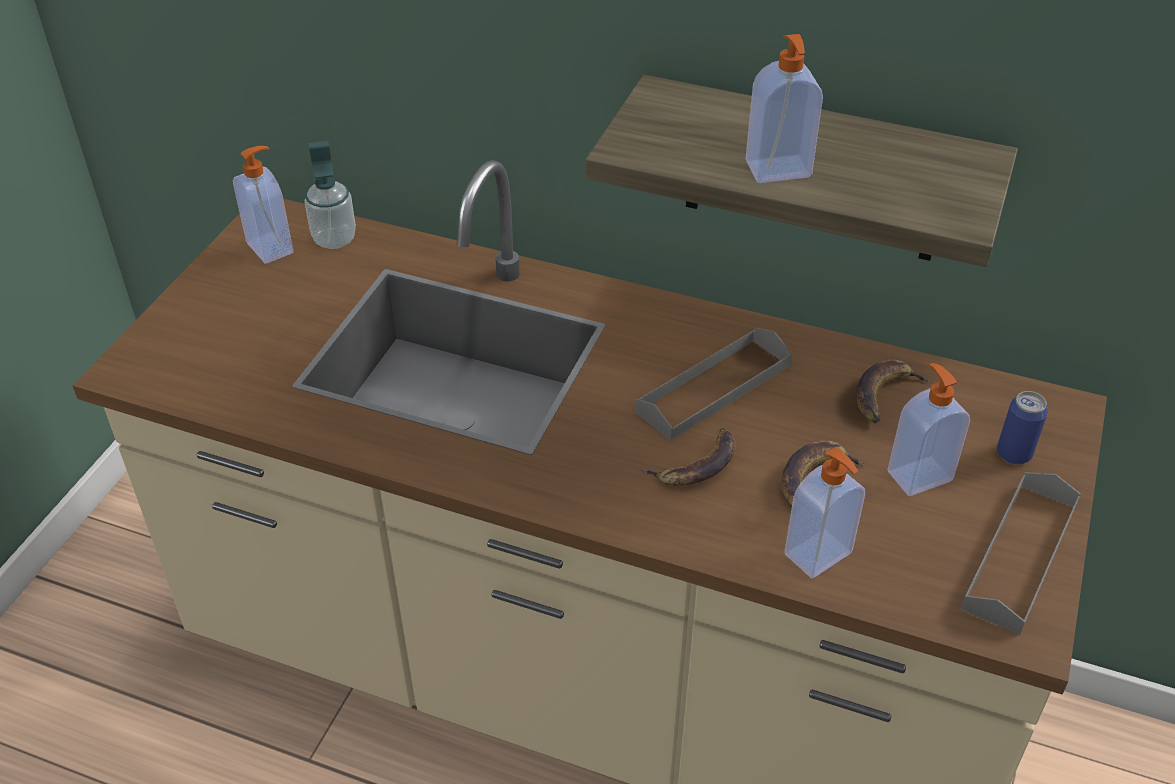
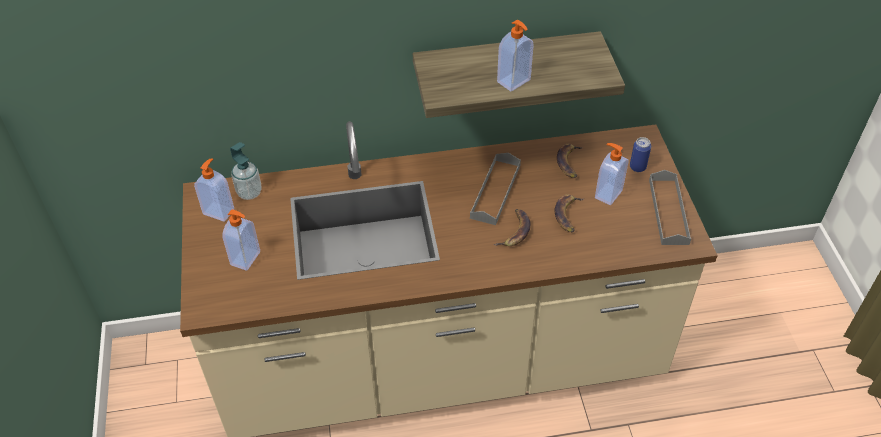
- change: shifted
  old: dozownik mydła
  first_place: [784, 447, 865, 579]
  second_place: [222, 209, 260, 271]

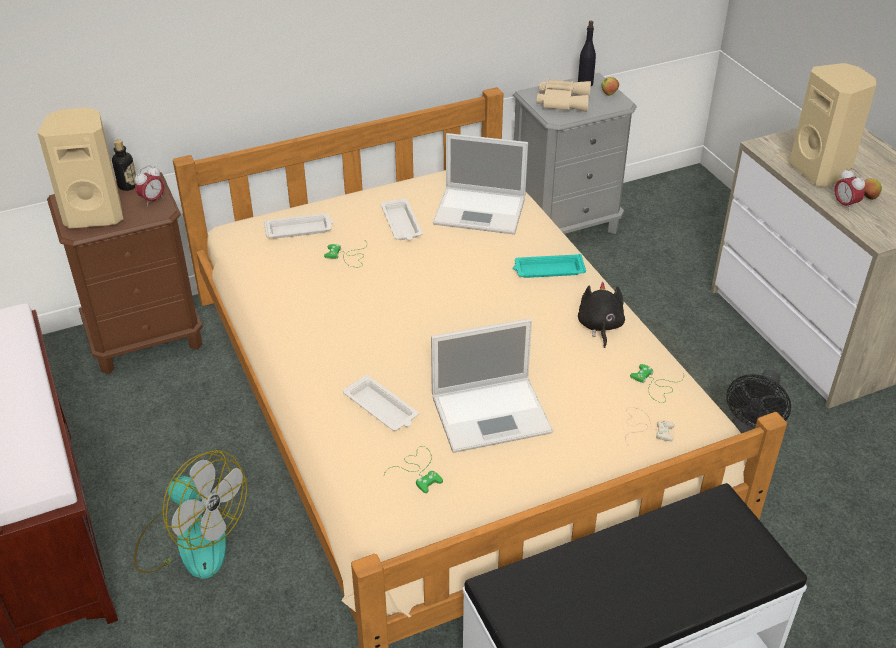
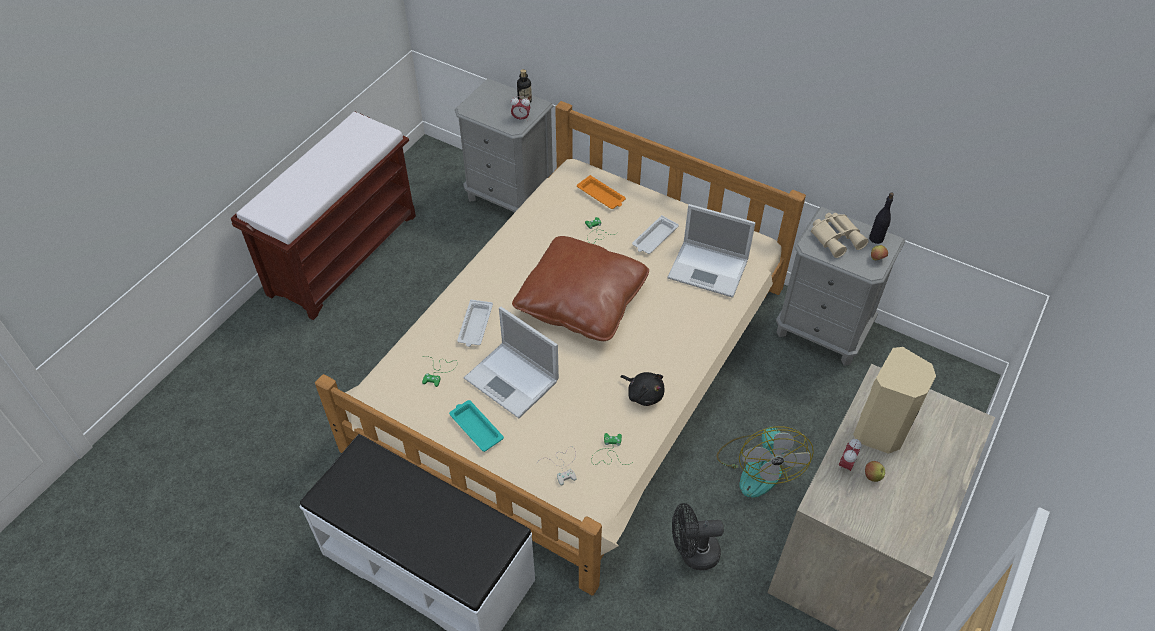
- change: shifted
  old: taca [turkusowy]
  first_place: [513, 254, 586, 278]
  second_place: [449, 400, 504, 452]
- change: repainted
  old: szafka nocna [brązowy]
  new: szafka nocna [szary]
  first_place: [47, 172, 203, 374]
  second_place: [455, 78, 553, 212]
- change: new
  new: poduszka [brązowy]
  second_place: [512, 236, 649, 341]
- change: repainted
  old: taca [biały]
  new: taca [pomarańczowy]
  first_place: [264, 213, 334, 239]
  second_place: [577, 175, 626, 209]
- change: rotated
  old: pluszak [czarny]
  first_place: [578, 282, 625, 348]
  second_place: [620, 372, 665, 406]
  degrees: 75
- change: rotated
  old: laptop
  first_place: [433, 133, 528, 235]
  second_place: [668, 204, 756, 298]
  degrees: -45
- change: shifted
  old: wentylator
  first_place: [134, 450, 247, 579]
  second_place: [716, 427, 814, 498]
- change: gone
  old: głośnik [beżowy]
  first_place: [38, 108, 123, 229]

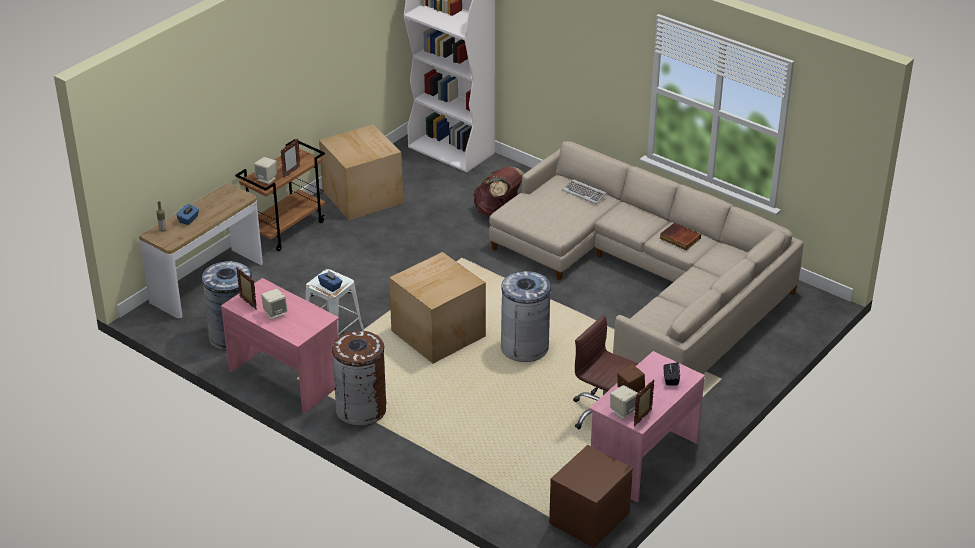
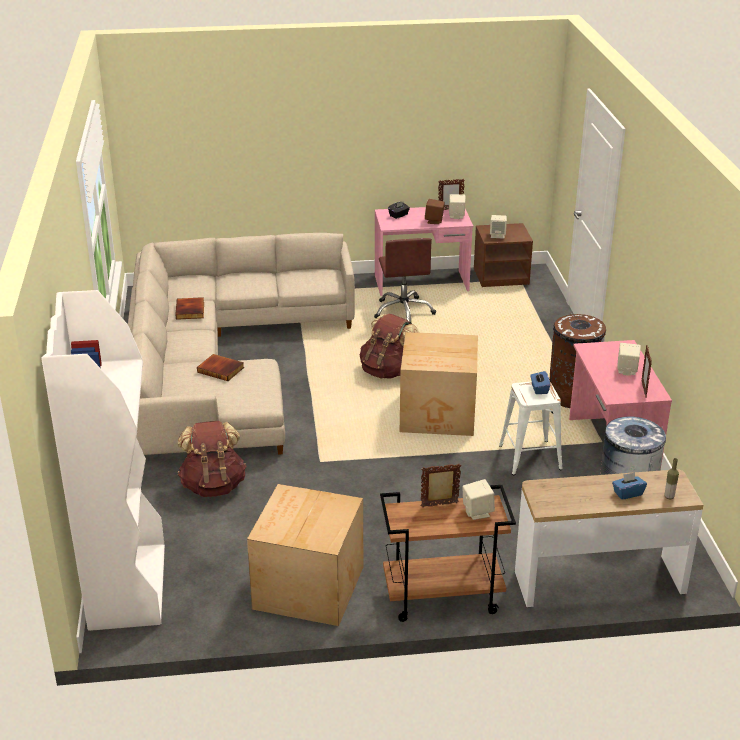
- change: new
  new: książka
  second_place: [197, 354, 244, 381]
- change: swapped
  old: kosz na śmieci [szary]
  new: plecak [brązowy]
  first_place: [501, 271, 551, 362]
  second_place: [360, 314, 419, 379]
- change: new
  new: głośnik [beżowy]
  second_place: [490, 215, 507, 239]
- change: gone
  old: klawiatura
  first_place: [562, 179, 607, 204]

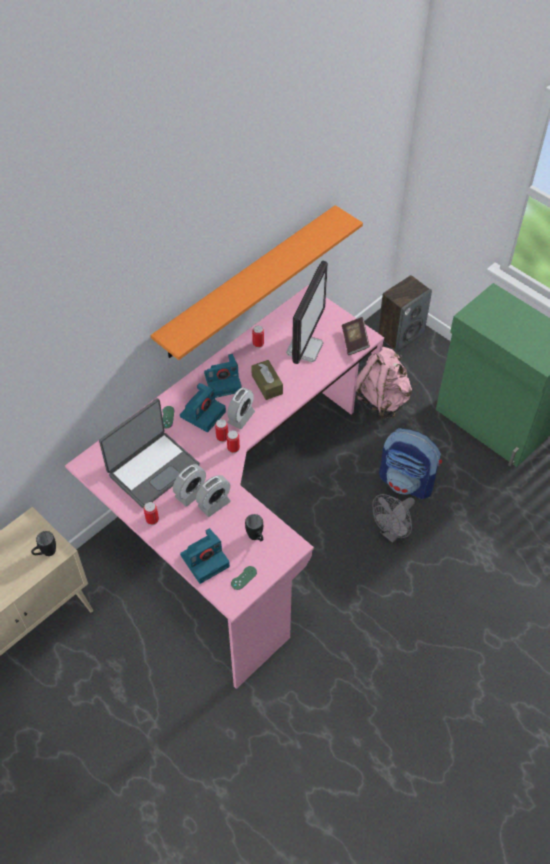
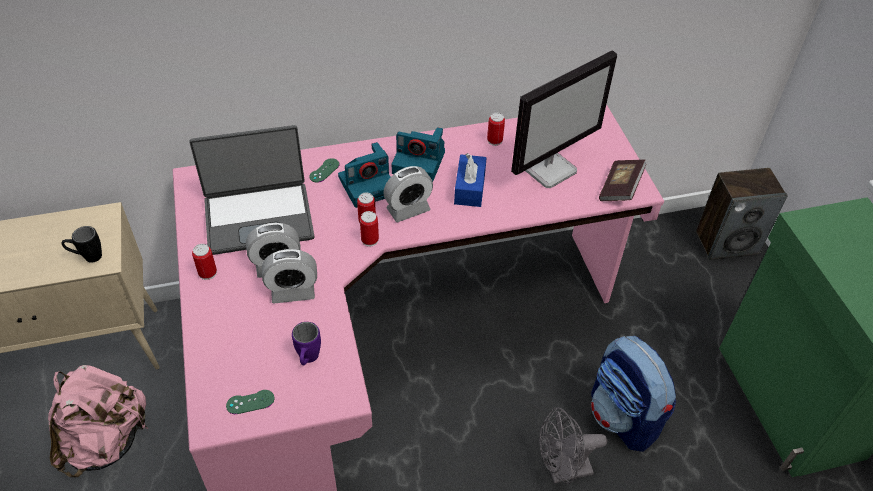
- change: shifted
  old: plecak [różowy]
  first_place: [356, 347, 412, 419]
  second_place: [48, 365, 148, 477]
- change: repainted
  old: kubek [czarny]
  new: kubek [fioletowy]
  first_place: [245, 514, 263, 541]
  second_place: [292, 322, 321, 365]
- change: repainted
  old: pudełko chusteczek [brązowy]
  new: pudełko chusteczek [niebieski]
  first_place: [251, 360, 283, 400]
  second_place: [454, 153, 487, 207]
- change: gone
  old: półka [pomarańczowy]
  first_place: [151, 205, 363, 360]
- change: gone
  old: aparat fotograficzny
  first_place: [180, 528, 230, 584]

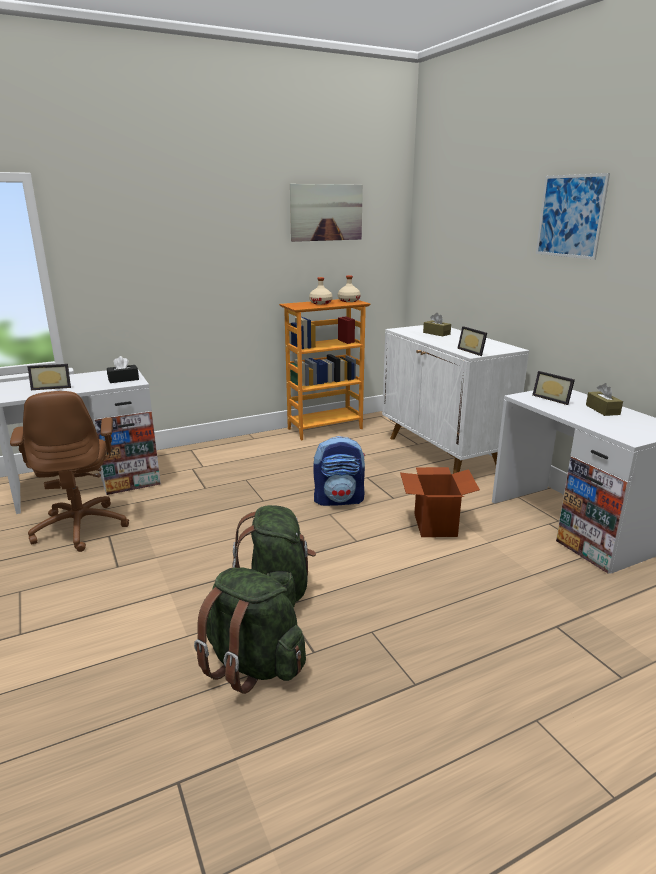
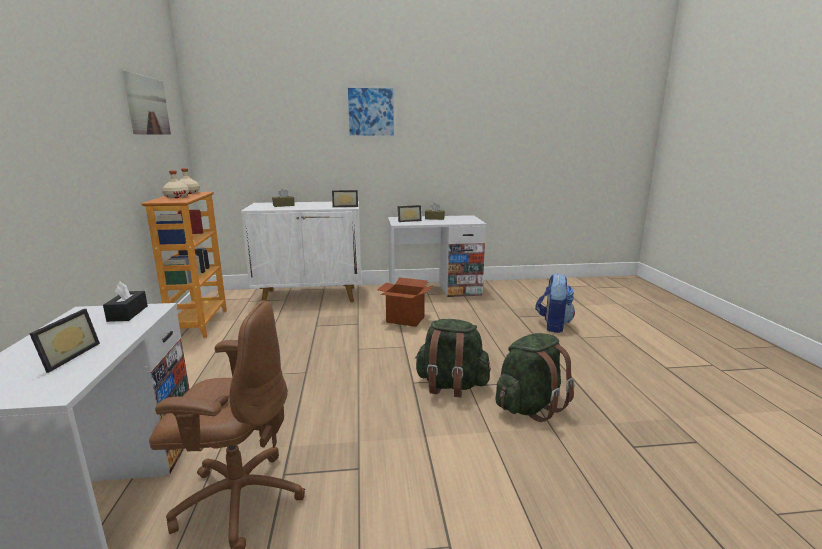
- change: shifted
  old: plecak
  first_place: [314, 436, 365, 506]
  second_place: [535, 273, 575, 333]

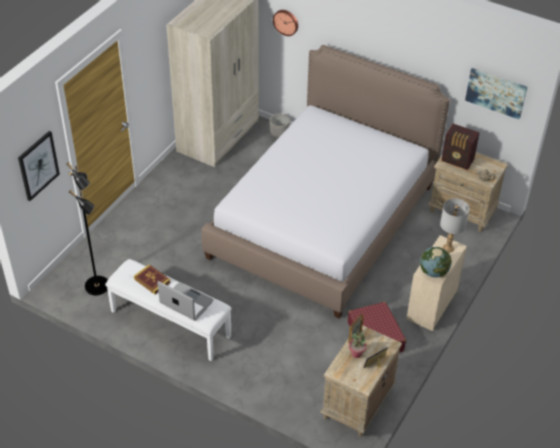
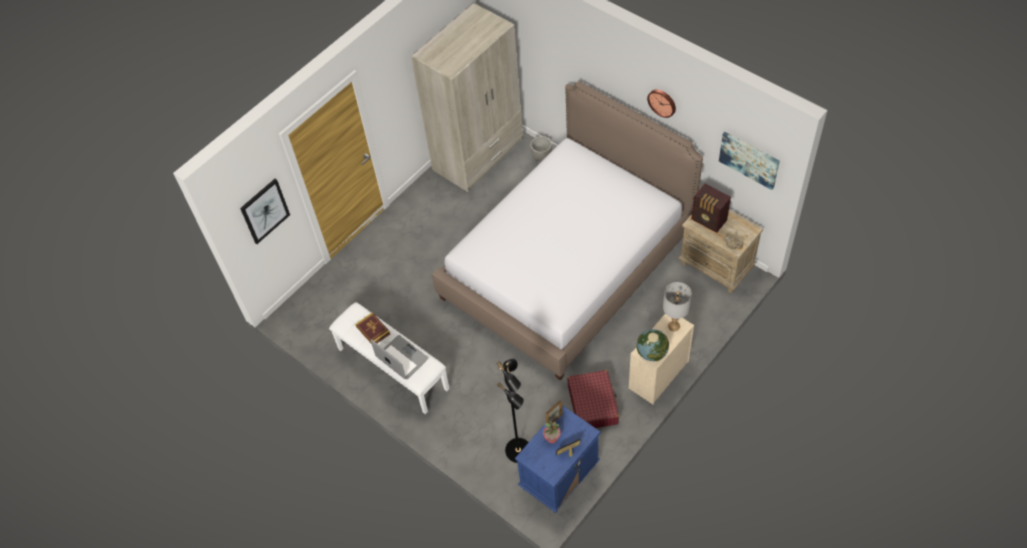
- change: shifted
  old: lampa stojąca [czarny]
  first_place: [66, 162, 107, 295]
  second_place: [497, 359, 529, 463]
- change: repainted
  old: szafka nocna [beżowy]
  new: szafka nocna [niebieski]
  first_place: [320, 325, 402, 437]
  second_place: [515, 405, 601, 513]
- change: shifted
  old: zegar ścienny
  first_place: [273, 10, 298, 36]
  second_place: [647, 90, 676, 118]

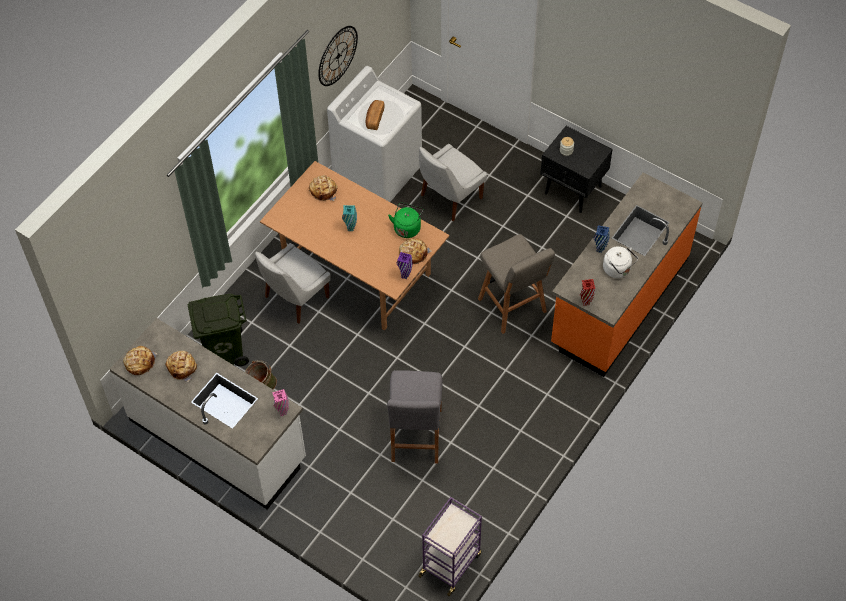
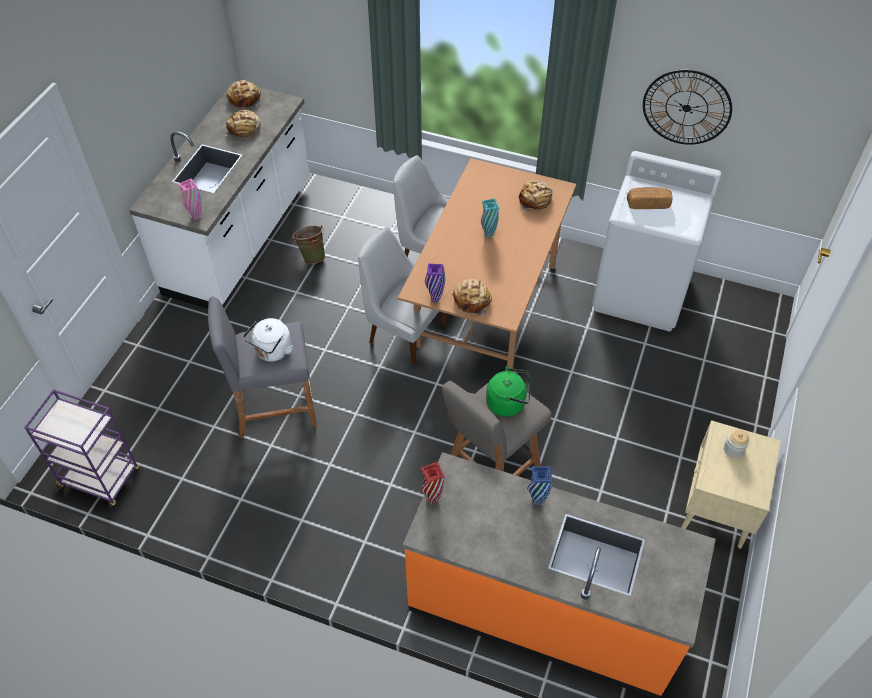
- change: shifted
  old: czajnik [biały]
  first_place: [603, 246, 638, 278]
  second_place: [243, 318, 293, 361]
- change: shifted
  old: krzesło [biały]
  first_place: [419, 144, 487, 221]
  second_place: [358, 227, 447, 365]
- change: shifted
  old: czajnik [zielony]
  first_place: [388, 203, 424, 238]
  second_place: [486, 366, 530, 417]
- change: repainted
  old: szafka nocna [czarny]
  new: szafka nocna [beżowy]
  first_place: [540, 126, 613, 213]
  second_place: [681, 420, 781, 549]
- change: gone
  old: kosz na śmieci [zielony]
  first_place: [188, 294, 249, 366]

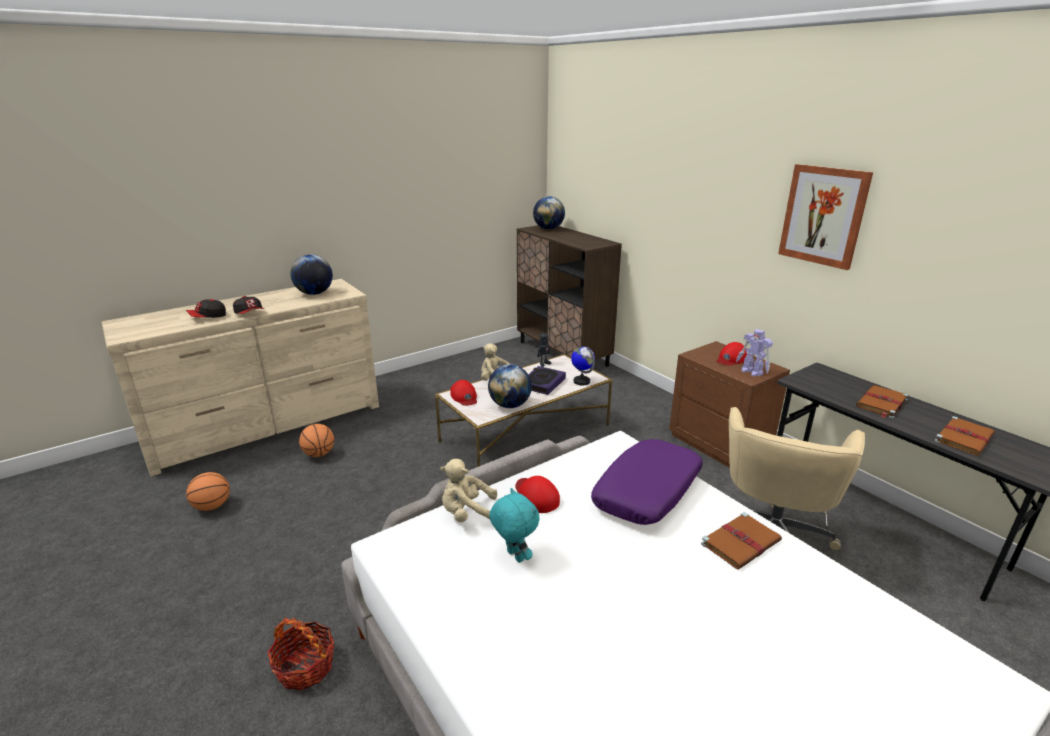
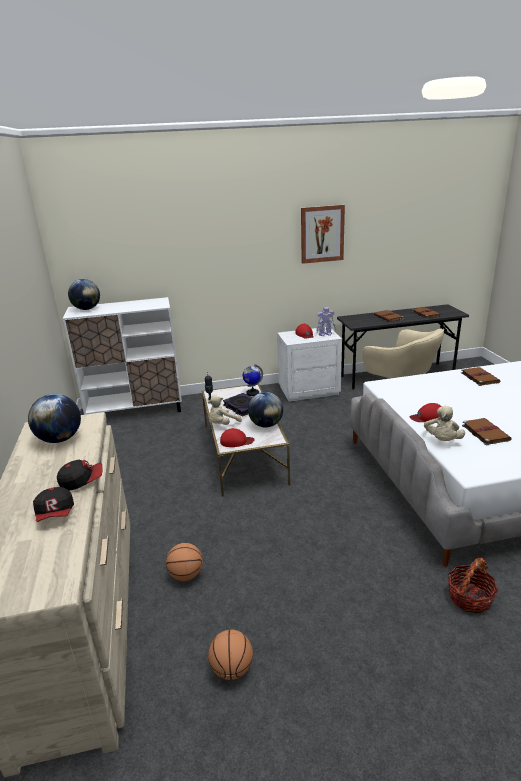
- change: repainted
  old: szafka [brązowy]
  new: szafka [biały]
  first_place: [517, 225, 622, 367]
  second_place: [63, 297, 182, 415]
- change: repainted
  old: szafka nocna [brązowy]
  new: szafka nocna [biały]
  first_place: [669, 341, 790, 468]
  second_place: [277, 327, 342, 402]
- change: swapped
  old: pluszak [turkusowy]
  new: książka [brązowy]
  first_place: [489, 488, 540, 563]
  second_place: [462, 418, 512, 445]
- change: gone
  old: poduszka [fioletowy]
  first_place: [591, 439, 703, 525]

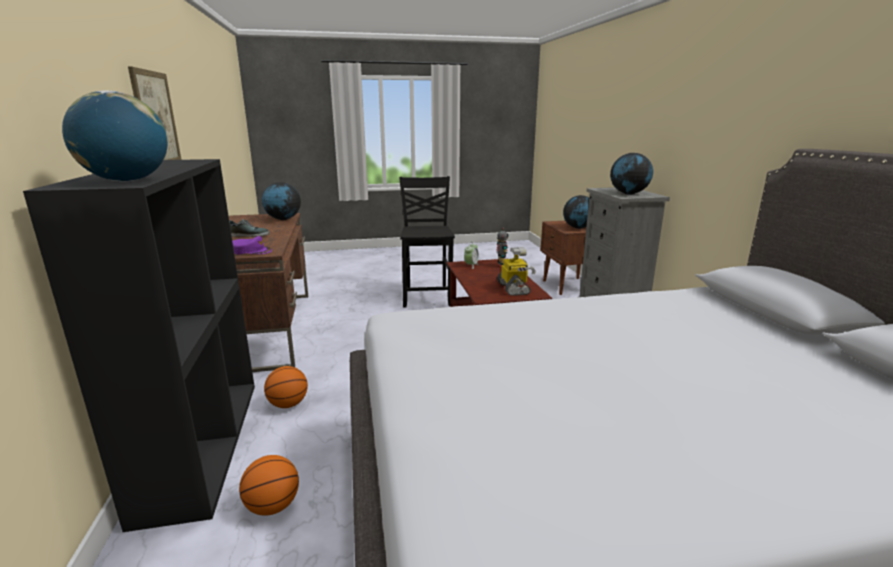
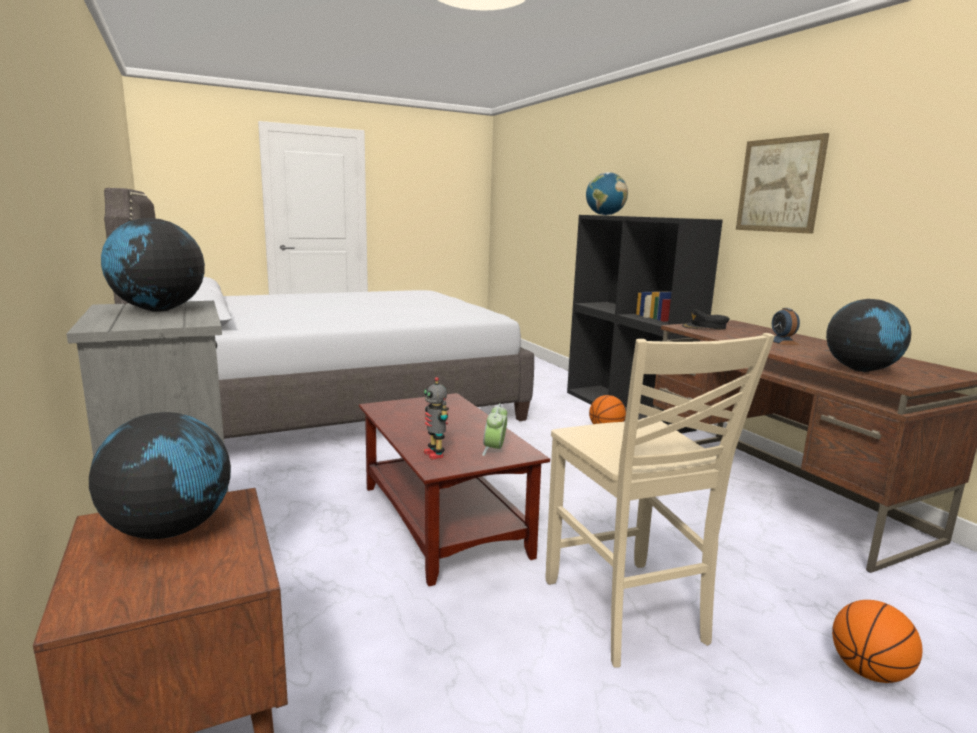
- change: repainted
  old: krzesło [czarny]
  new: krzesło [beżowy]
  first_place: [399, 176, 455, 308]
  second_place: [545, 333, 775, 667]
- change: repainted
  old: czapka z daszkiem [fioletowy]
  new: czapka z daszkiem [czarny]
  first_place: [232, 236, 272, 254]
  second_place: [682, 310, 730, 330]
- change: swapped
  old: but
  new: budzik
  first_place: [229, 219, 270, 237]
  second_place: [772, 308, 800, 345]
- change: shifted
  old: piłka do koszykówki
  first_place: [239, 455, 299, 516]
  second_place: [832, 600, 922, 683]
- change: gone
  old: robot zabawkowy
  first_place: [497, 247, 536, 296]

